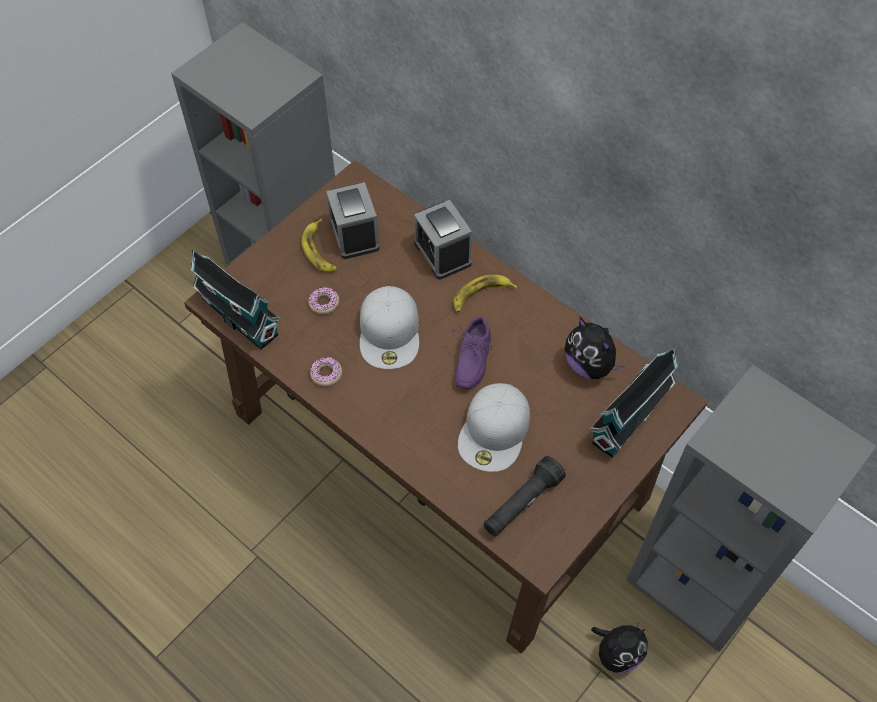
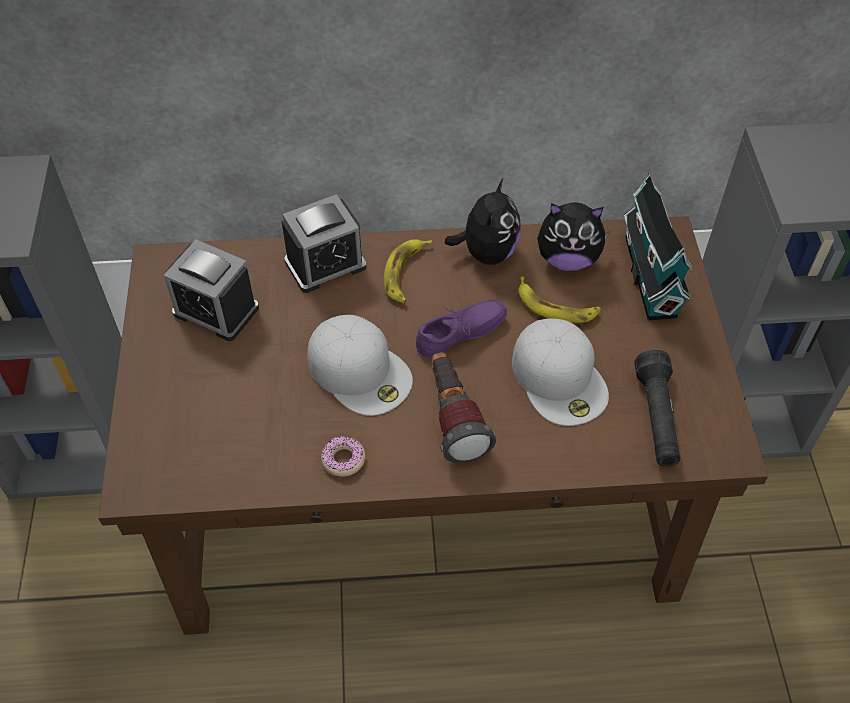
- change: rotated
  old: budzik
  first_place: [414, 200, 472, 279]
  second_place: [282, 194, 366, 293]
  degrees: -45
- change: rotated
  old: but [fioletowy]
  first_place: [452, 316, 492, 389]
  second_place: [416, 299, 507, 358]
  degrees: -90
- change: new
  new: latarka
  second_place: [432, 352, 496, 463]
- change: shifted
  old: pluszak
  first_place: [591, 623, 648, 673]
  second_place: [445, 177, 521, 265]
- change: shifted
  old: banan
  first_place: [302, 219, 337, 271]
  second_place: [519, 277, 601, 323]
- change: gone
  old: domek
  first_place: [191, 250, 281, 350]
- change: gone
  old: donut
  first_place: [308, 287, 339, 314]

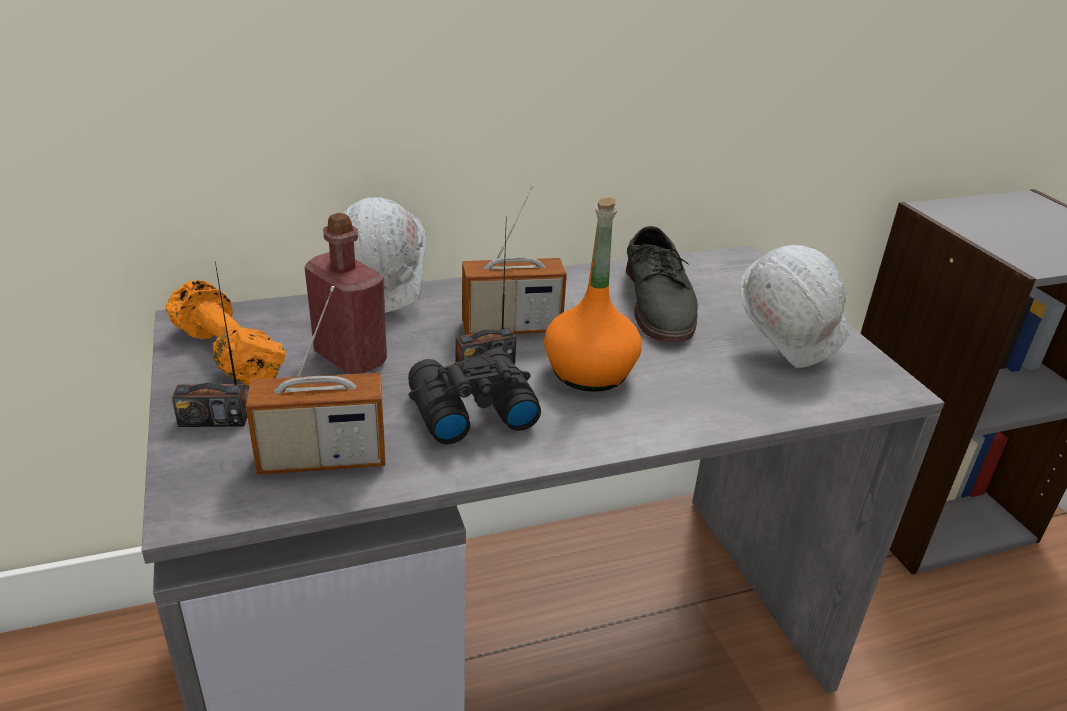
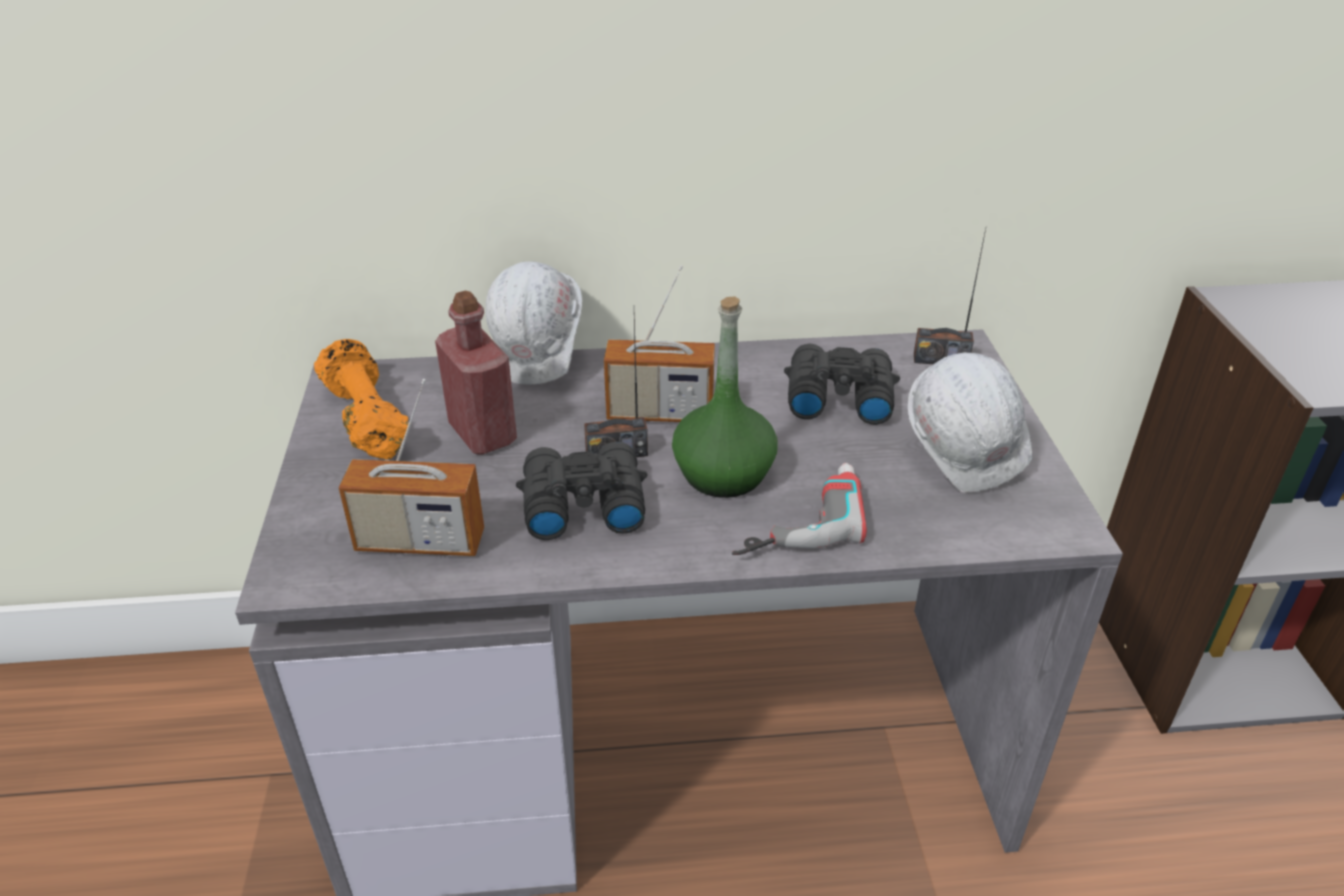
- change: repainted
  old: butelka [pomarańczowy]
  new: butelka [zielony]
  first_place: [544, 197, 642, 392]
  second_place: [672, 296, 778, 498]
- change: new
  new: wiertarka
  second_place: [732, 463, 867, 555]
- change: swapped
  old: but [szary]
  new: lornetka [czarny]
  first_place: [626, 226, 698, 342]
  second_place: [784, 344, 900, 425]
- change: shifted
  old: radio
  first_place: [172, 261, 247, 427]
  second_place: [914, 229, 986, 364]

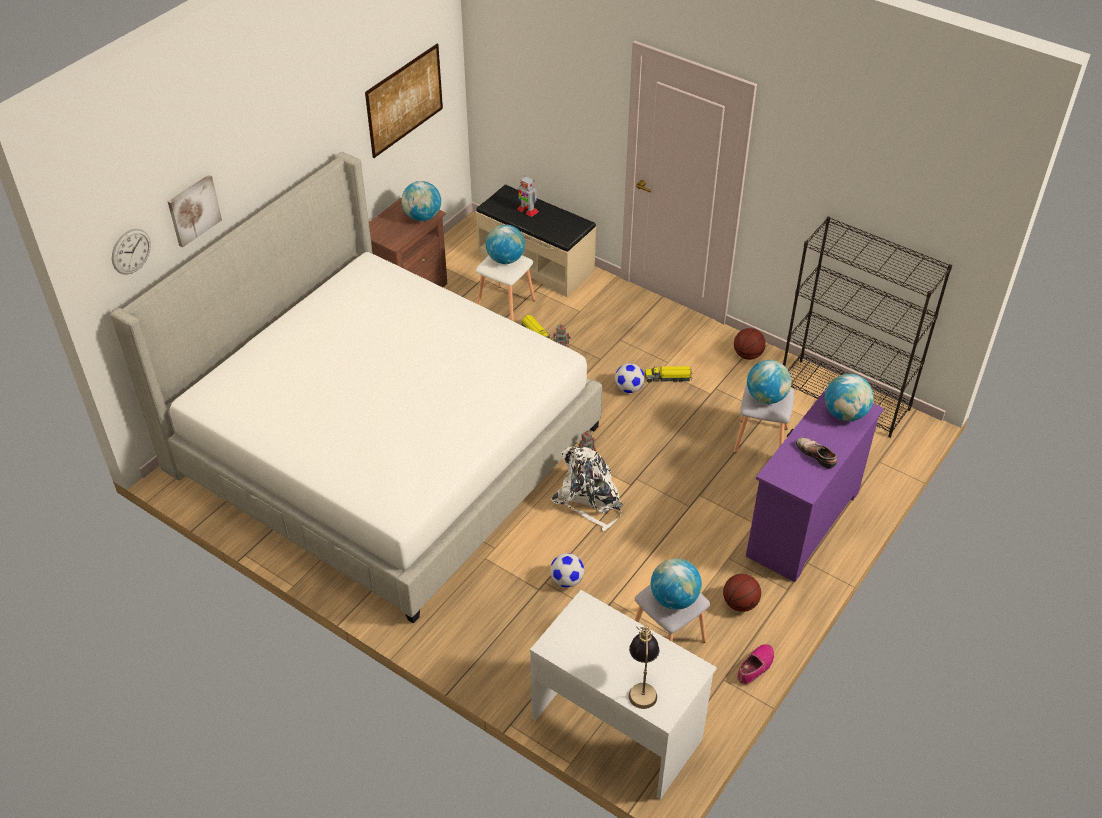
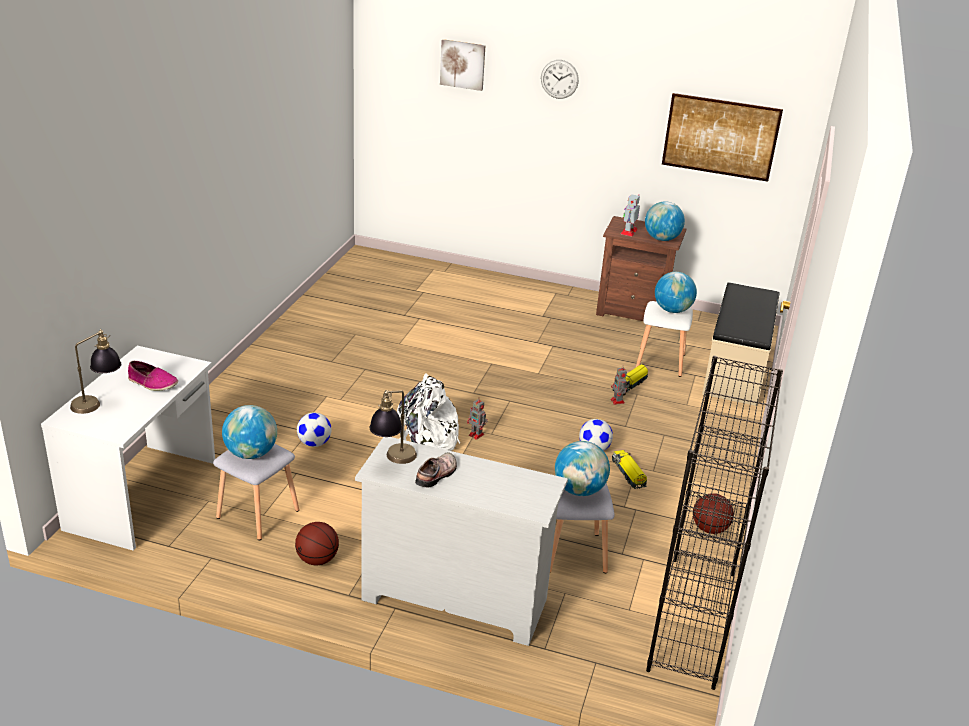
- change: shifted
  old: but
  first_place: [737, 644, 774, 685]
  second_place: [128, 361, 178, 391]
- change: repainted
  old: komoda [fioletowy]
  new: komoda [biały]
  first_place: [746, 388, 884, 582]
  second_place: [355, 437, 568, 646]
- change: new
  new: lampa stołowa
  second_place: [370, 390, 417, 464]
- change: shifted
  old: zegar ścienny
  first_place: [112, 229, 151, 275]
  second_place: [541, 60, 579, 99]
- change: shifted
  old: robot zabawkowy
  first_place: [517, 176, 539, 217]
  second_place: [621, 194, 640, 236]
- change: gone
  old: łóżko
  first_place: [111, 152, 602, 624]
- change: gone
  old: globus
  first_place: [825, 374, 874, 421]

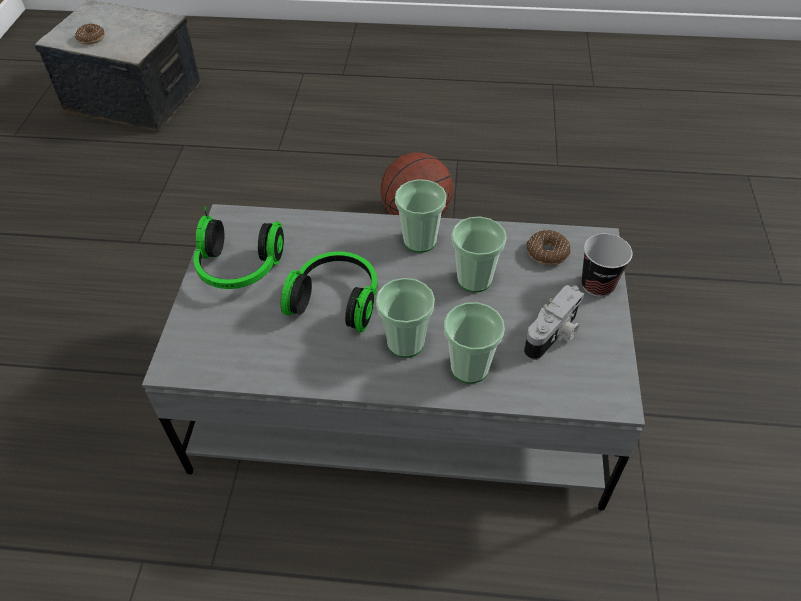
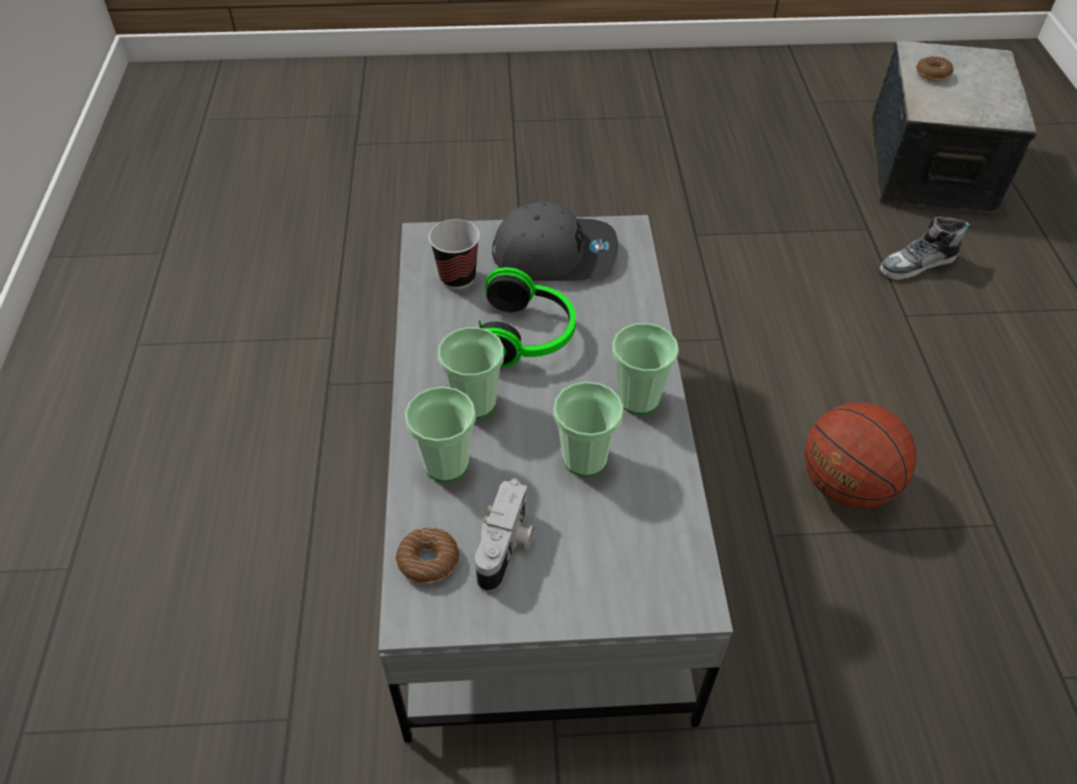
- change: shifted
  old: donut
  first_place: [527, 230, 571, 265]
  second_place: [396, 527, 459, 584]
- change: shifted
  old: filiżanka
  first_place: [582, 234, 632, 297]
  second_place: [429, 219, 480, 289]
- change: rotated
  old: aparat fotograficzny
  first_place: [524, 285, 584, 360]
  second_place: [475, 478, 534, 592]
  degrees: -105
- change: swapped
  old: słuchawki
  new: czapka z daszkiem [szary]
  first_place: [194, 207, 284, 289]
  second_place: [492, 201, 618, 281]
- change: new
  new: but
  second_place: [879, 217, 971, 280]

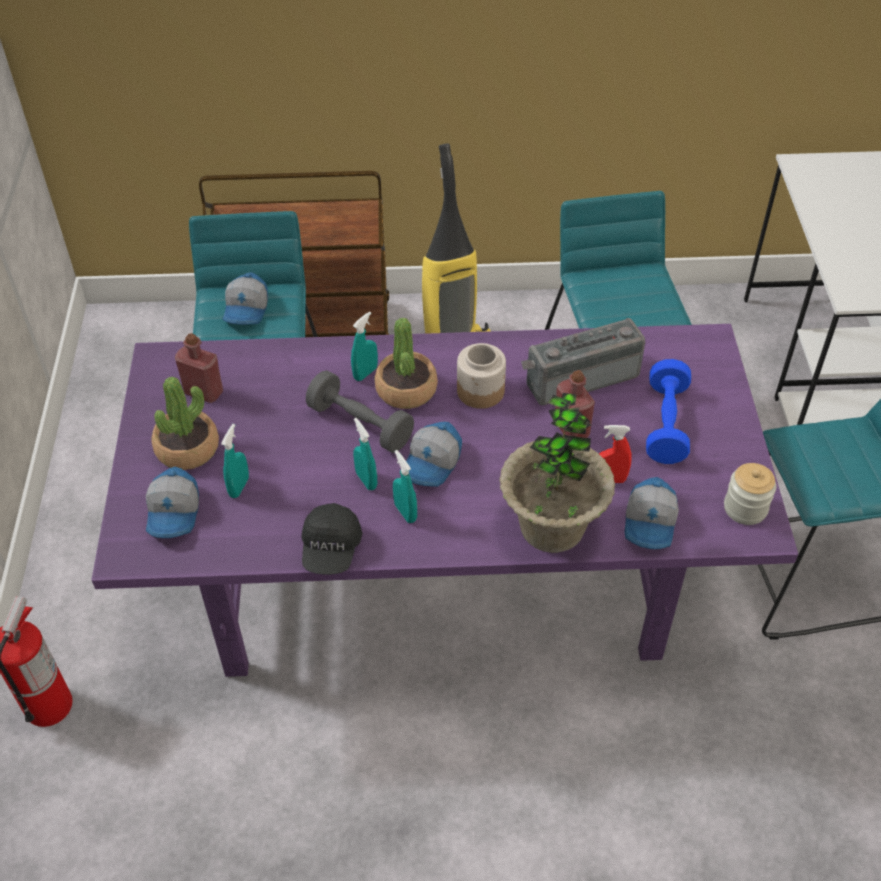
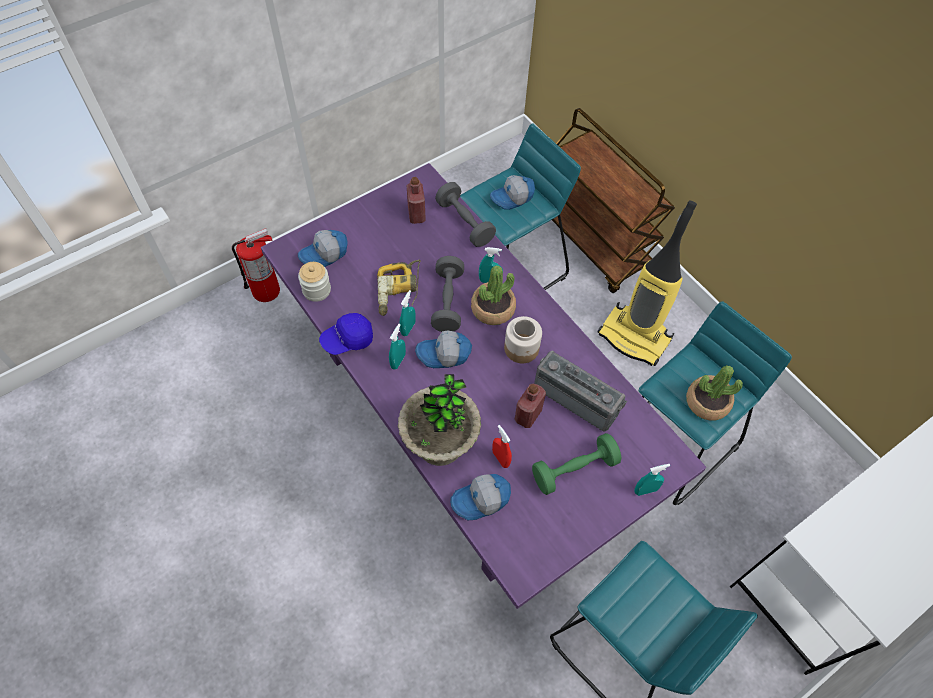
- change: shifted
  old: słoik
  first_place: [724, 463, 776, 525]
  second_place: [298, 262, 331, 302]
- change: repainted
  old: czapka z daszkiem [czarny]
  new: czapka z daszkiem [niebieski]
  first_place: [301, 503, 363, 575]
  second_place: [319, 313, 373, 355]
- change: new
  new: wiertarka
  second_place: [377, 260, 421, 316]
- change: new
  new: hantel [szary]
  second_place: [435, 182, 496, 247]
- change: repainted
  old: hantel [niebieski]
  new: hantel [zielony]
  first_place: [646, 359, 691, 464]
  second_place: [532, 433, 621, 495]
- change: shifted
  old: spryskiwacz [turkusowy]
  first_place: [221, 424, 249, 498]
  second_place: [635, 464, 670, 496]
- change: shifted
  old: roślina doniczkowa
  first_place: [151, 377, 219, 470]
  second_place: [686, 365, 743, 420]

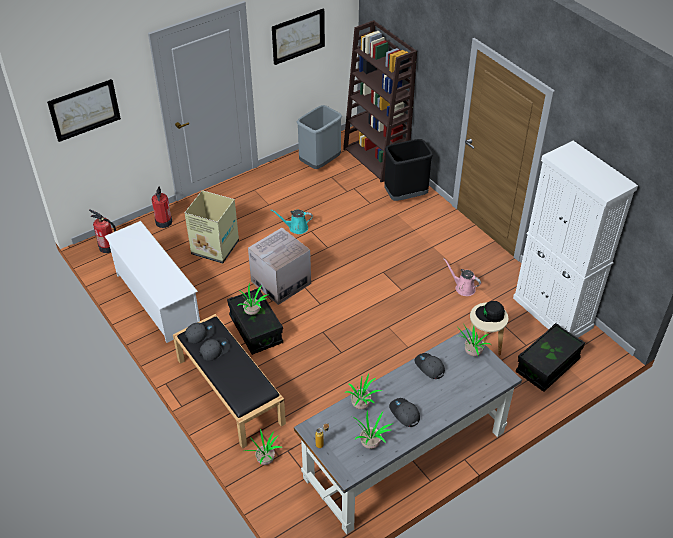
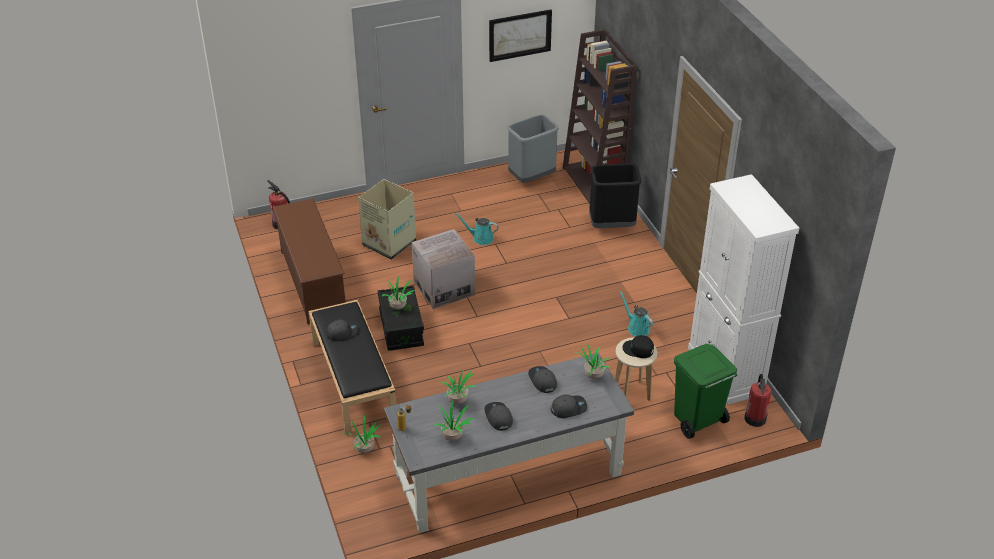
- change: repainted
  old: regał na buty [biały]
  new: regał na buty [brązowy]
  first_place: [105, 221, 200, 343]
  second_place: [273, 199, 346, 324]
- change: shifted
  old: czapka z daszkiem [szary]
  first_place: [185, 321, 215, 343]
  second_place: [551, 394, 587, 418]
- change: repainted
  old: konewka [różowy]
  new: konewka [turkusowy]
  first_place: [444, 258, 481, 296]
  second_place: [619, 291, 653, 336]
- change: swapped
  old: pojemnik do przechowywania [czarny]
  new: kosz na śmieci [zielony]
  first_place: [516, 323, 585, 392]
  second_place: [674, 344, 737, 439]
- change: shifted
  old: gaśnica
  first_place: [151, 187, 173, 228]
  second_place: [744, 374, 772, 427]
- change: gone
  old: obraz
  first_place: [47, 79, 121, 142]

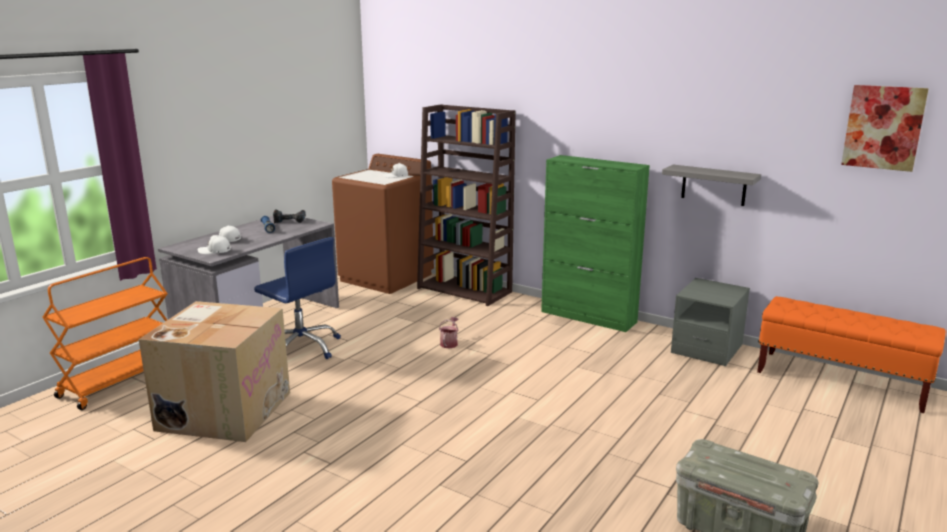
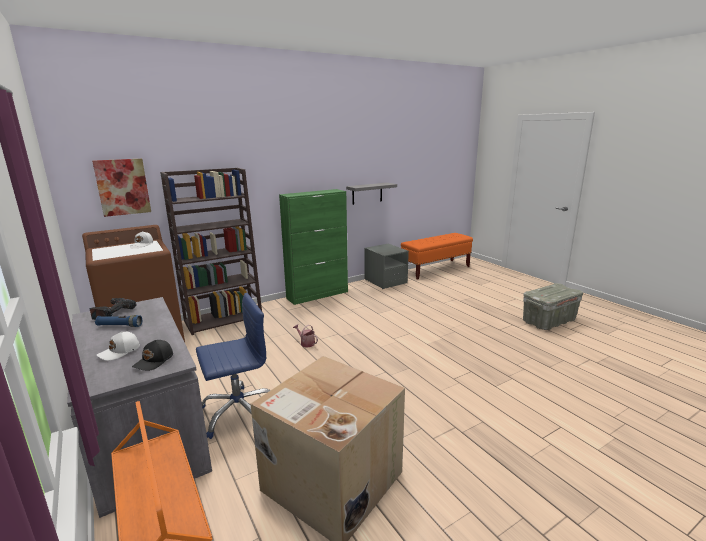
- change: shifted
  old: obraz
  first_place: [841, 85, 929, 172]
  second_place: [92, 159, 151, 217]
- change: repainted
  old: czapka z daszkiem [biały]
  new: czapka z daszkiem [czarny]
  first_place: [198, 235, 231, 254]
  second_place: [132, 340, 173, 371]

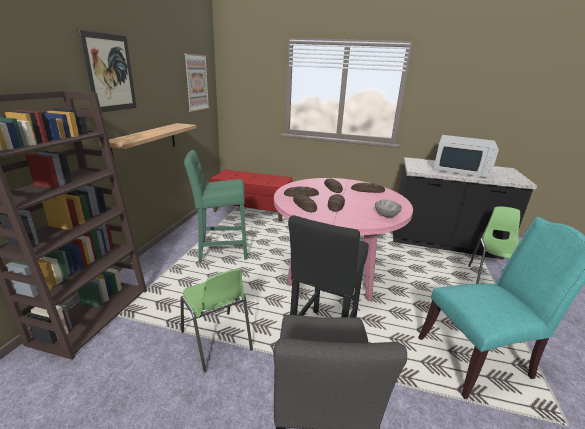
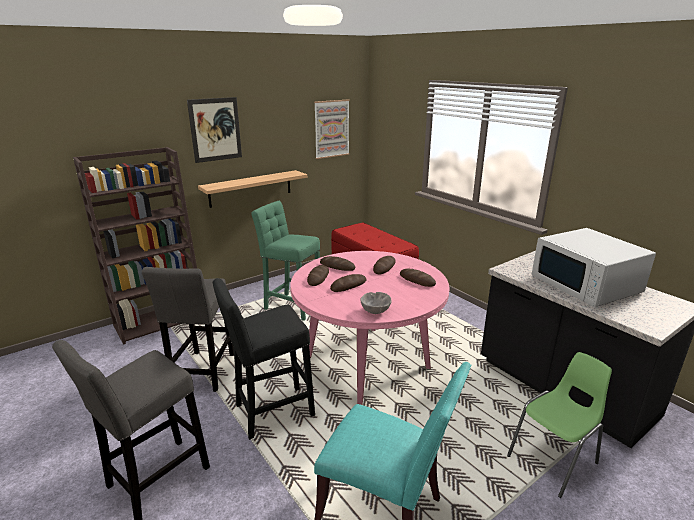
- change: swapped
  old: krzesło [zielony]
  new: stołek [szary]
  first_place: [180, 268, 253, 372]
  second_place: [142, 267, 234, 392]

